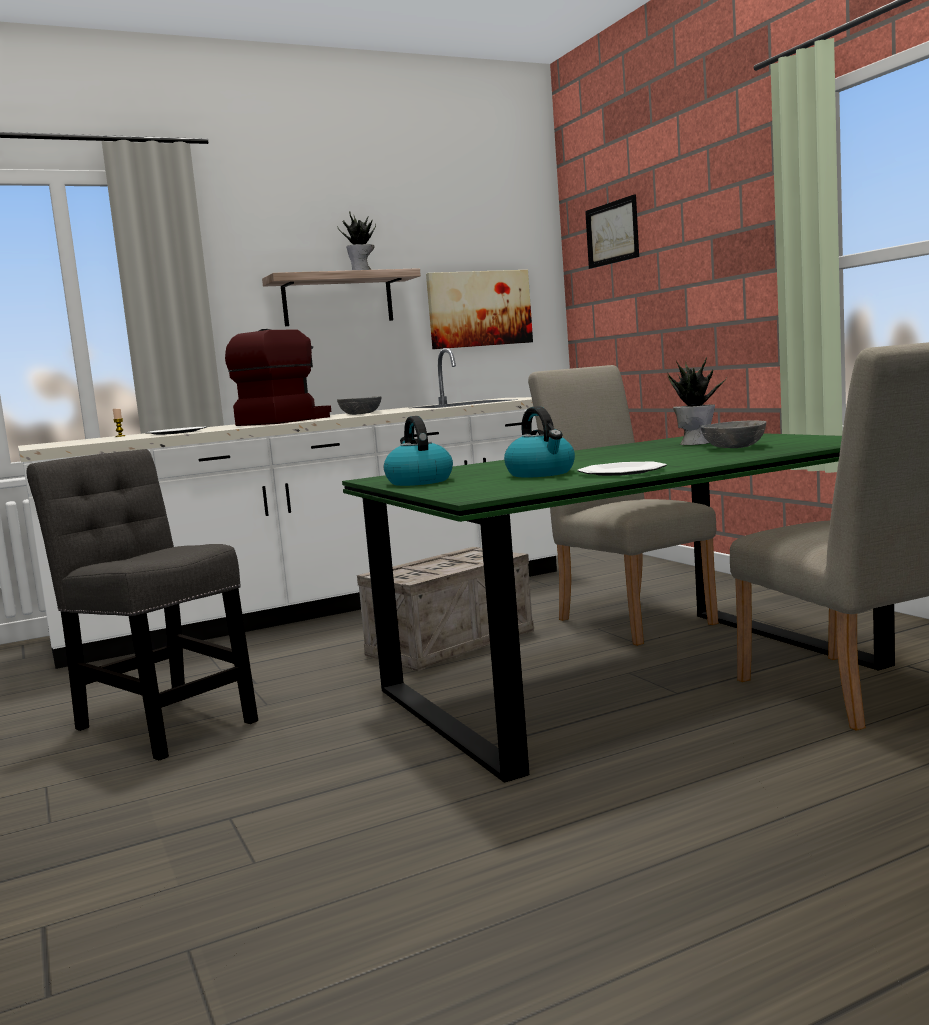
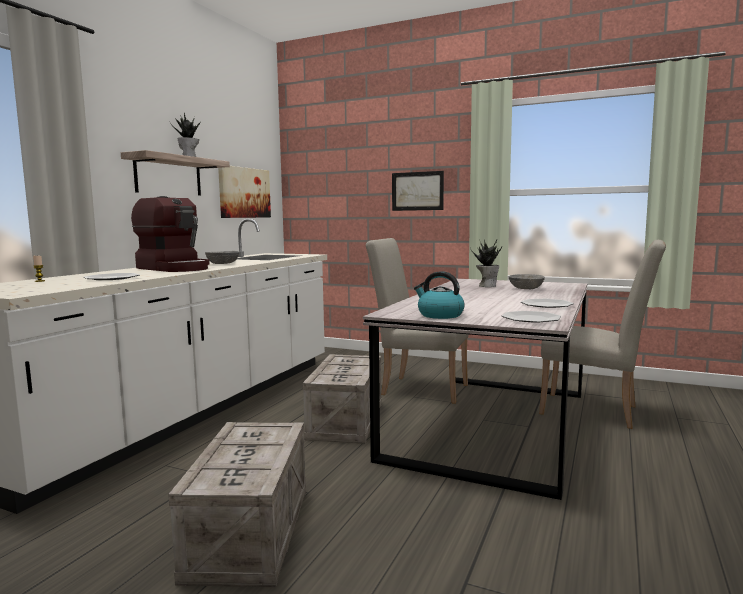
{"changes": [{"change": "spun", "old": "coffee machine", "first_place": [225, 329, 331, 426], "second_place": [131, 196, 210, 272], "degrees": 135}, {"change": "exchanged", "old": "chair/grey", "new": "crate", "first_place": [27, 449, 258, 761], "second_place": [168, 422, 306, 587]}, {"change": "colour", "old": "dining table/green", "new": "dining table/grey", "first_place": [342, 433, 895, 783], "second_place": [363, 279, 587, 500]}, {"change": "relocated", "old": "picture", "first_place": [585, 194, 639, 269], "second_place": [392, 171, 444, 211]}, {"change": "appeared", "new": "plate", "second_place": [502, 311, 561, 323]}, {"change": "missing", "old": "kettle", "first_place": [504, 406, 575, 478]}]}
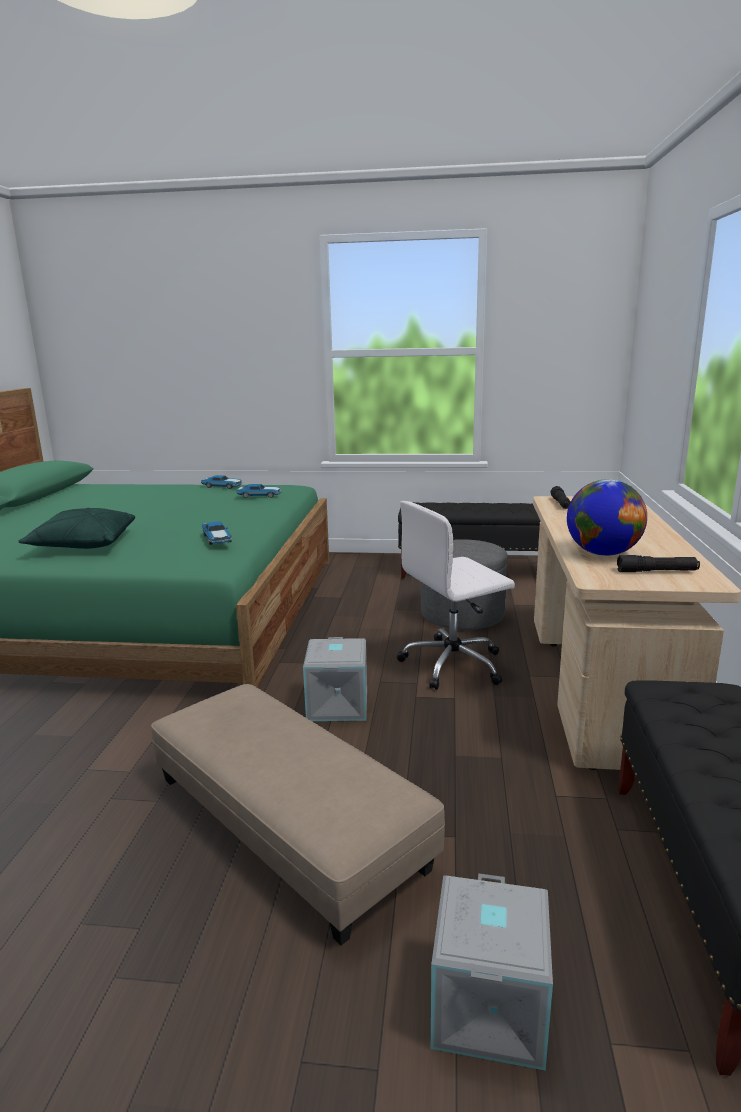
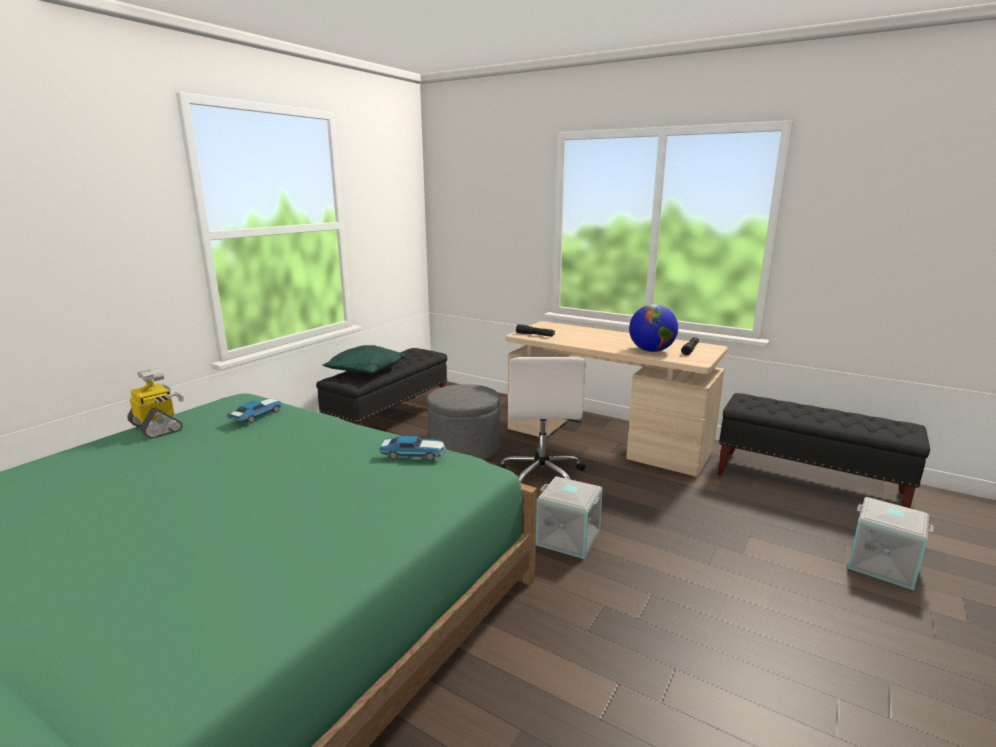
{"changes": [{"change": "exchanged", "old": "toy car", "new": "toy robot", "first_place": [201, 475, 243, 489], "second_place": [127, 368, 184, 438]}, {"change": "relocated", "old": "pillow/green", "first_place": [18, 508, 135, 549], "second_place": [322, 345, 407, 374]}, {"change": "missing", "old": "ottoman/beige", "first_place": [151, 684, 445, 945]}]}
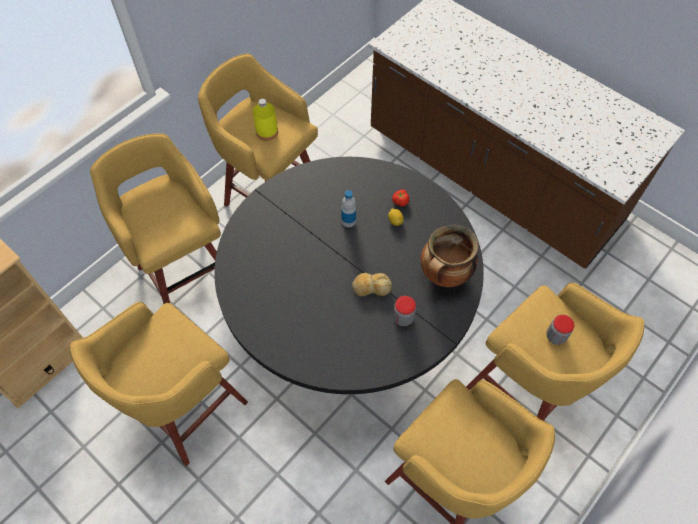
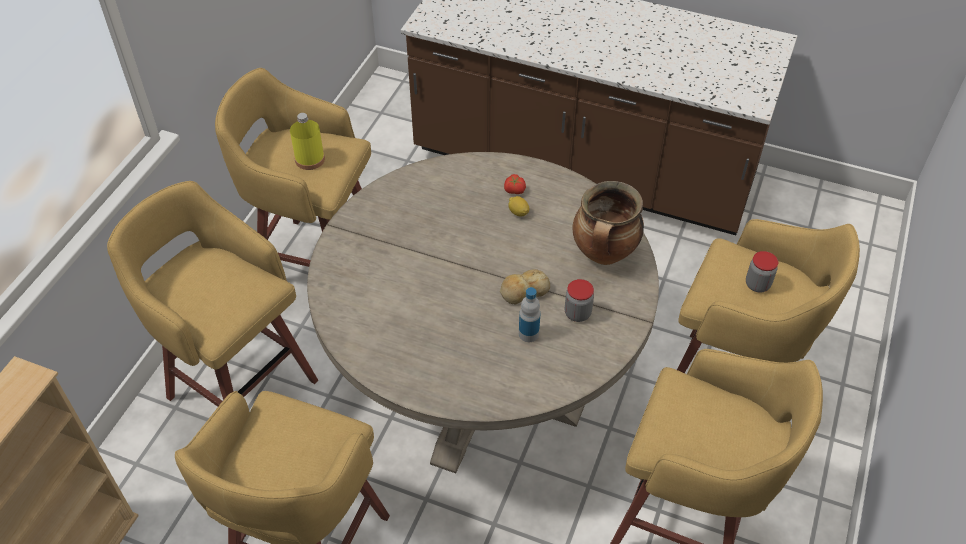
{"changes": [{"change": "colour", "old": "dining table/black", "new": "dining table/beige", "first_place": [214, 157, 484, 394], "second_place": [307, 152, 659, 473]}, {"change": "relocated", "old": "bottle", "first_place": [341, 190, 356, 227], "second_place": [519, 287, 540, 342]}]}
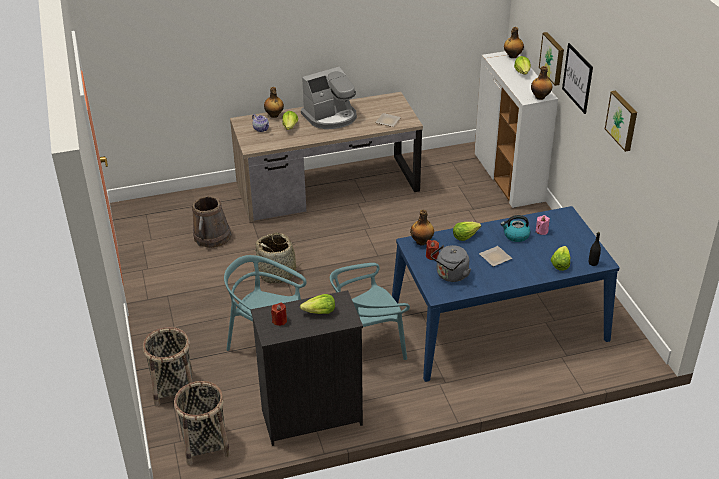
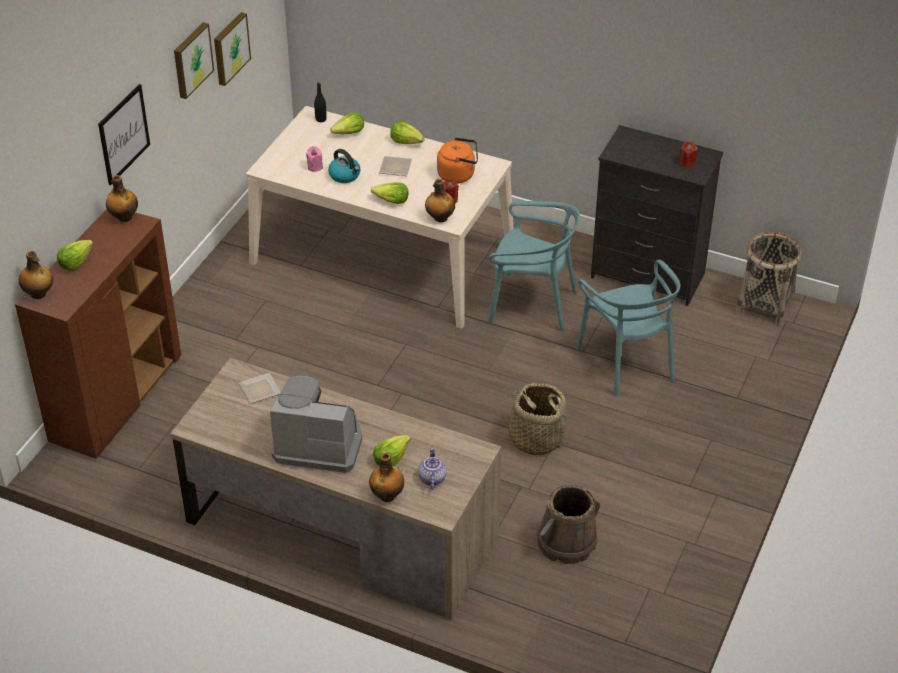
{"changes": [{"change": "colour", "old": "cabinet/white", "new": "cabinet/brown", "first_place": [474, 51, 558, 208], "second_place": [15, 209, 181, 459]}, {"change": "relocated", "old": "picture", "first_place": [539, 32, 564, 86], "second_place": [214, 12, 251, 86]}, {"change": "colour", "old": "dining table/blue", "new": "dining table/beige", "first_place": [392, 206, 620, 382], "second_place": [246, 106, 513, 328]}, {"change": "relocated", "old": "lettuce", "first_place": [300, 294, 335, 314], "second_place": [390, 121, 425, 144]}, {"change": "colour", "old": "kettle/grey", "new": "kettle/orange", "first_place": [431, 245, 471, 282], "second_place": [437, 137, 478, 184]}, {"change": "missing", "old": "basket", "first_place": [143, 327, 193, 407]}]}
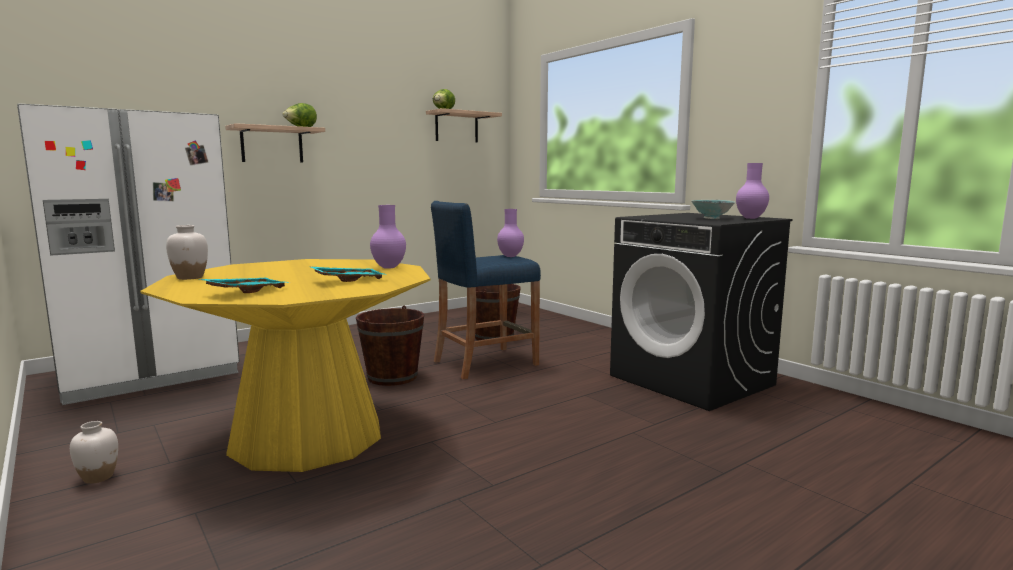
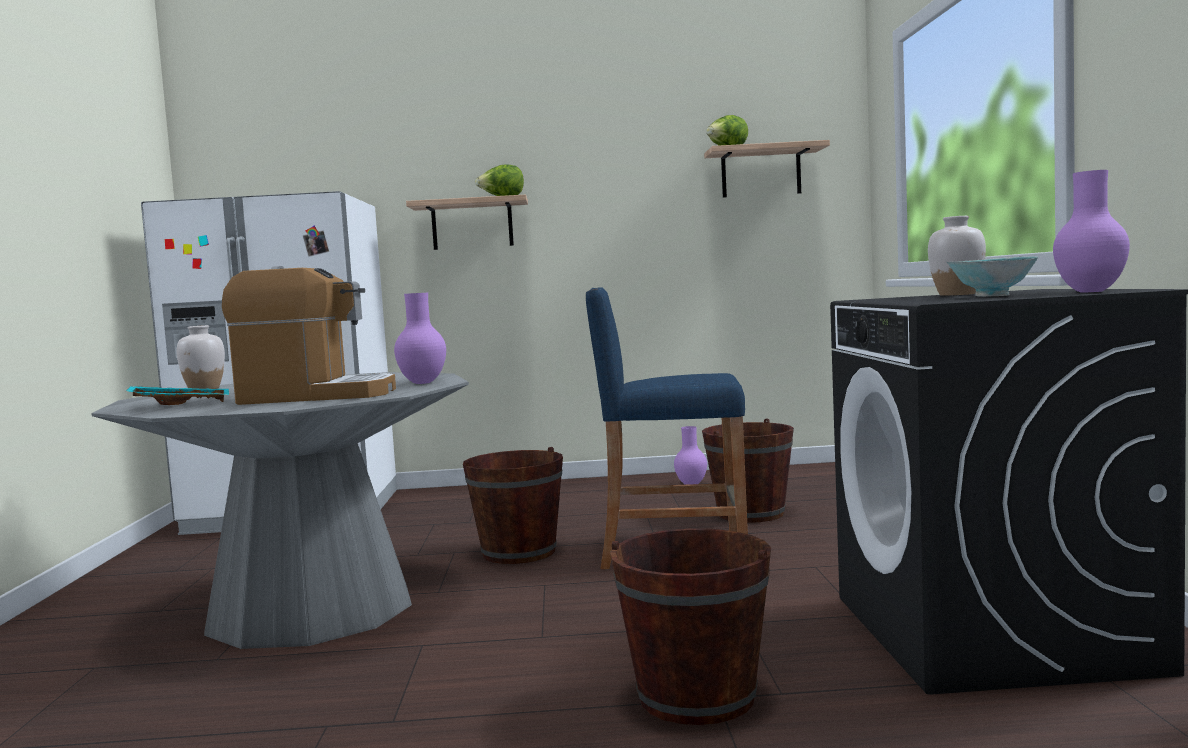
{"changes": [{"change": "colour", "old": "dining table/yellow", "new": "dining table/grey", "first_place": [140, 259, 430, 472], "second_place": [91, 372, 469, 649]}, {"change": "exchanged", "old": "tray/turquoise", "new": "coffee machine", "first_place": [309, 266, 387, 282], "second_place": [222, 266, 396, 405]}, {"change": "appeared", "new": "bucket/brown", "second_place": [610, 529, 771, 725]}, {"change": "relocated", "old": "vase/purple", "first_place": [497, 209, 524, 257], "second_place": [674, 426, 707, 485]}, {"change": "relocated", "old": "vase/white", "first_place": [70, 421, 118, 484], "second_place": [928, 216, 986, 296]}]}
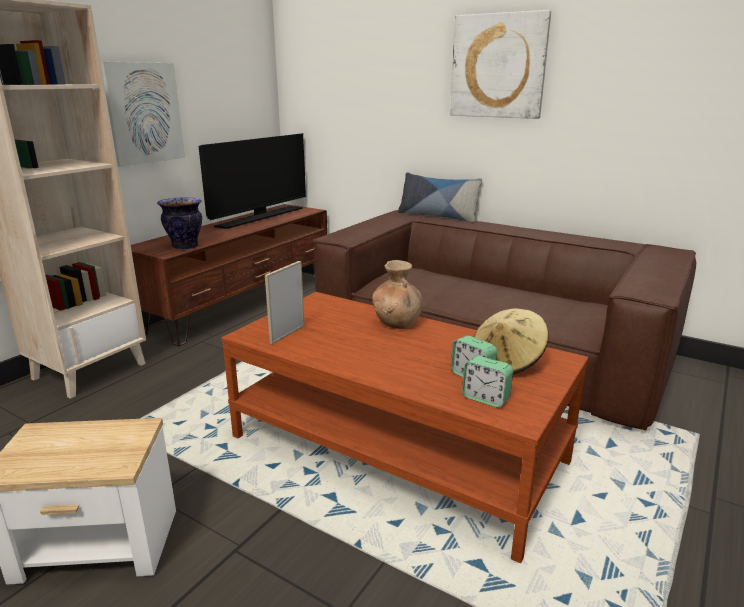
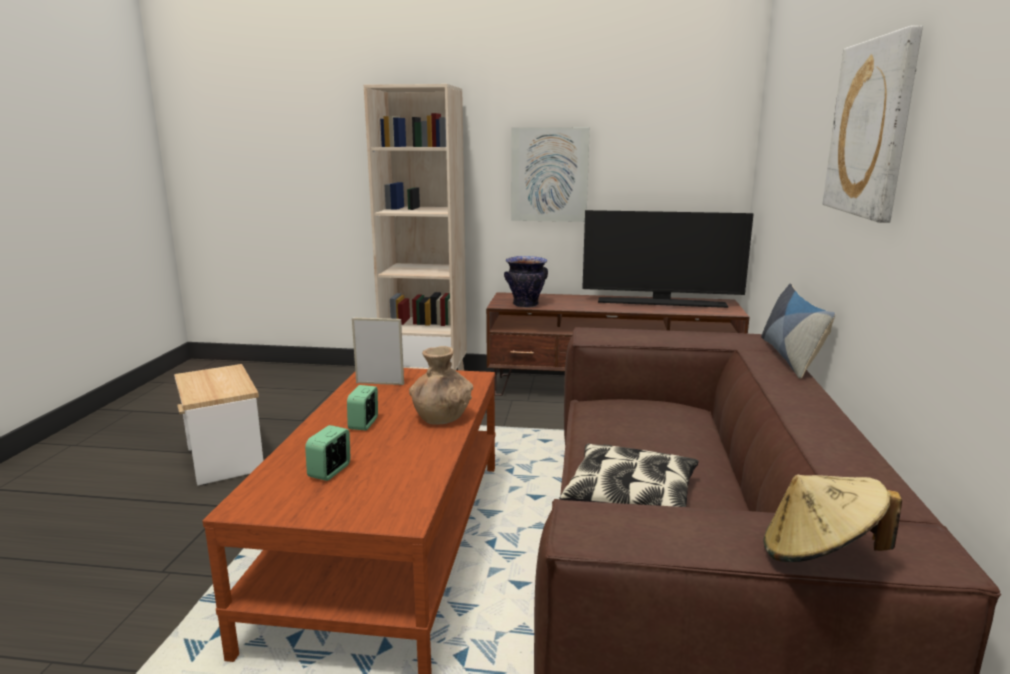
{"changes": [{"change": "relocated", "old": "alarm clock", "first_place": [462, 356, 513, 407], "second_place": [347, 385, 378, 431]}, {"change": "appeared", "new": "pillow", "second_place": [559, 444, 698, 507]}, {"change": "relocated", "old": "hat/beige", "first_place": [474, 309, 549, 374], "second_place": [763, 474, 902, 562]}]}
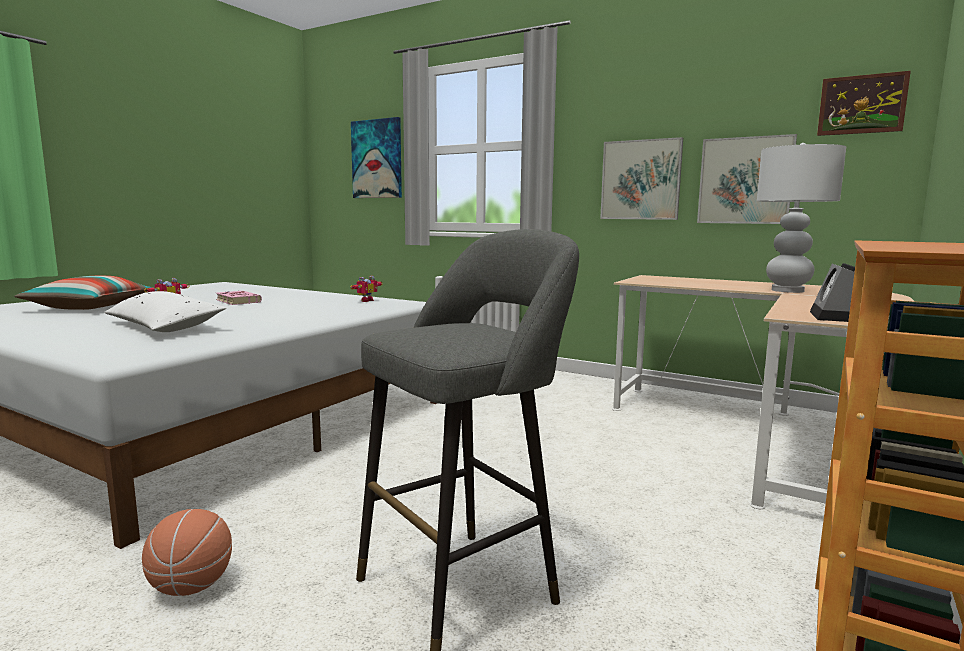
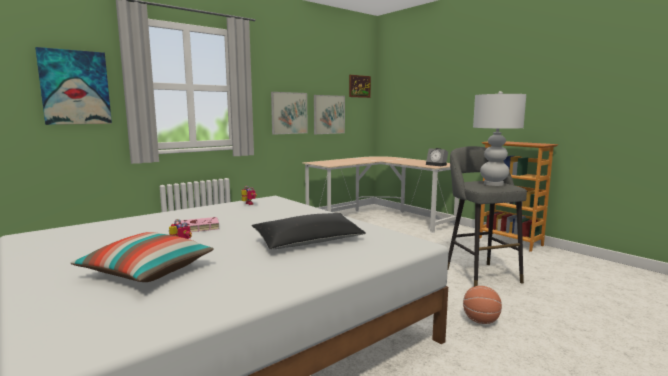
{"changes": [{"change": "colour", "old": "pillow/white", "new": "pillow/black", "first_place": [104, 291, 226, 332], "second_place": [252, 213, 366, 250]}, {"change": "relocated", "old": "table lamp/white", "first_place": [757, 143, 846, 293], "second_place": [473, 91, 526, 186]}]}
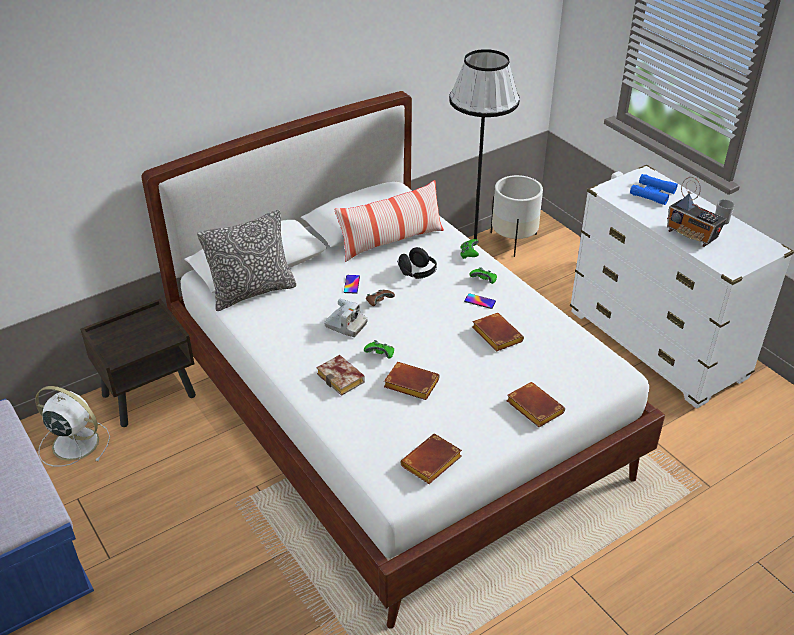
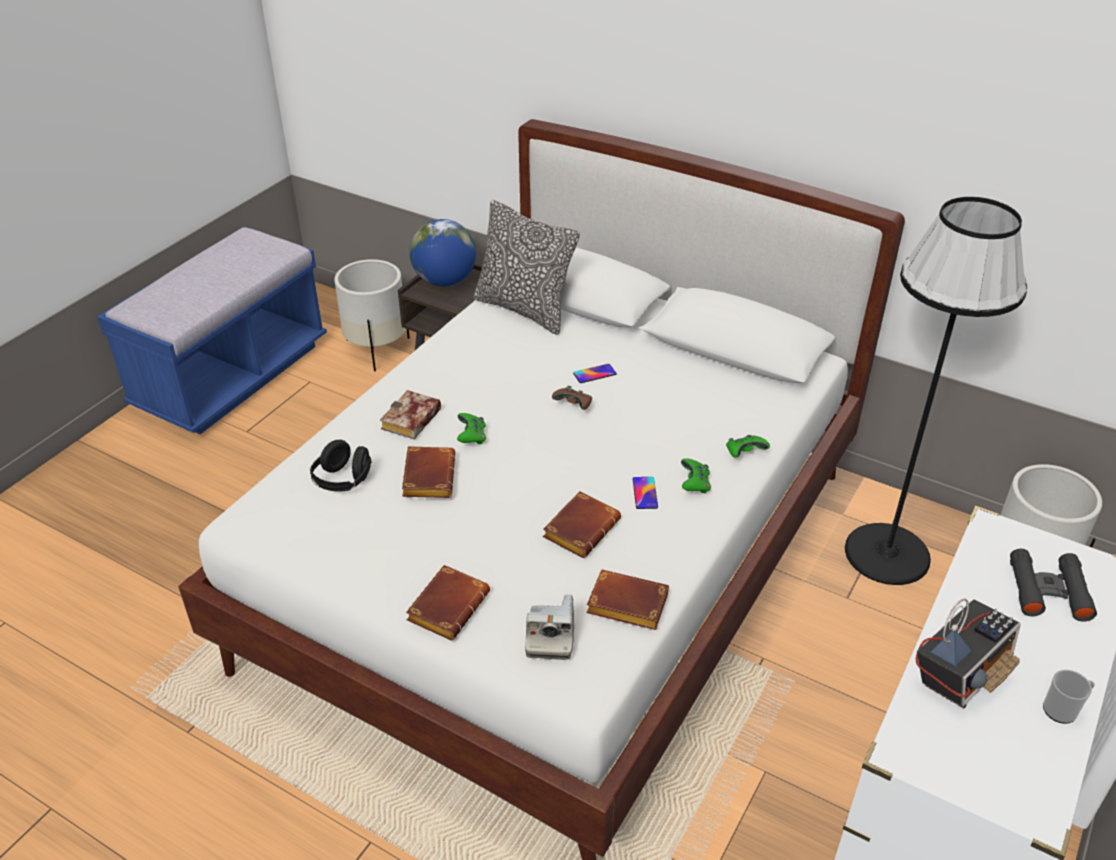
{"changes": [{"change": "relocated", "old": "headphones/black", "first_place": [397, 247, 437, 279], "second_place": [310, 440, 371, 491]}, {"change": "exchanged", "old": "fan/white", "new": "planter/white", "first_place": [35, 386, 110, 466], "second_place": [334, 259, 410, 371]}, {"change": "appeared", "new": "globe", "second_place": [409, 219, 476, 286]}, {"change": "relocated", "old": "photo camera", "first_place": [324, 299, 368, 337], "second_place": [525, 594, 574, 660]}, {"change": "relocated", "old": "book/brown", "first_place": [400, 434, 462, 484], "second_place": [586, 570, 669, 630]}, {"change": "spun", "old": "radio", "first_place": [667, 177, 726, 247], "second_place": [916, 599, 1021, 708], "degrees": -150}, {"change": "colour", "old": "binoculars/blue", "new": "binoculars/black", "first_place": [630, 174, 678, 205], "second_place": [1010, 549, 1097, 622]}, {"change": "missing", "old": "pillow", "first_place": [334, 180, 444, 262]}]}
